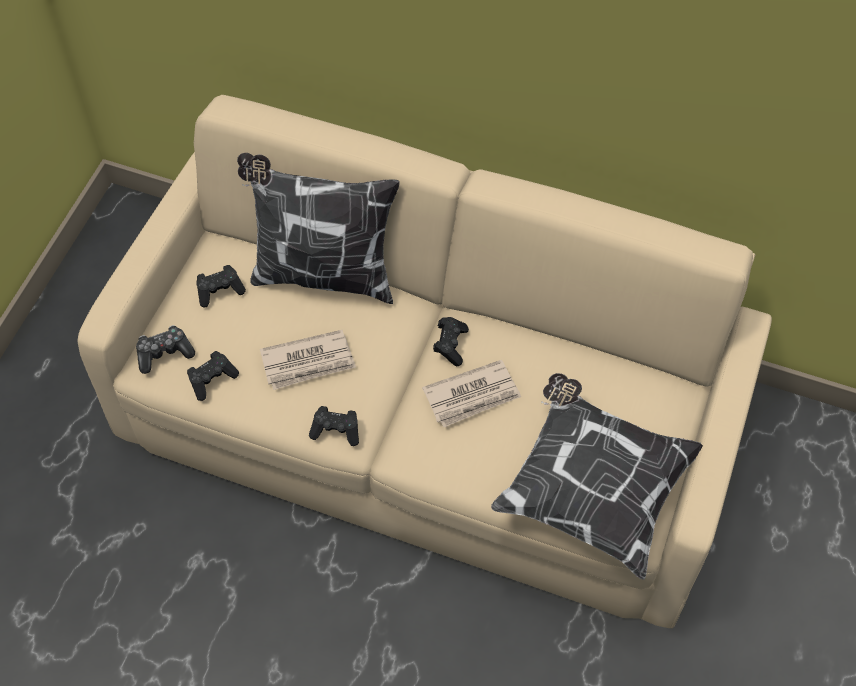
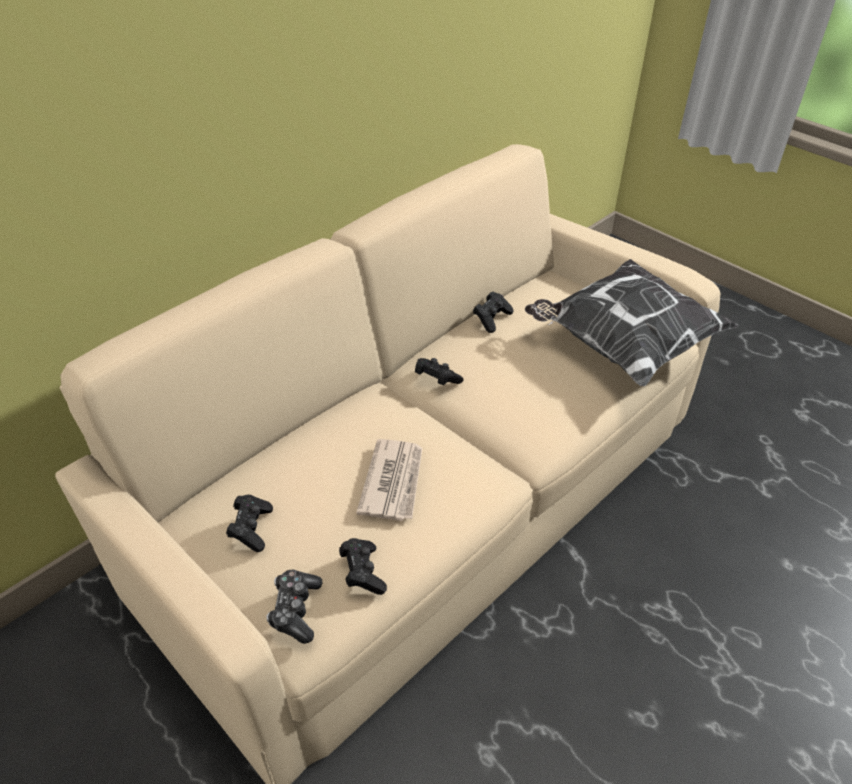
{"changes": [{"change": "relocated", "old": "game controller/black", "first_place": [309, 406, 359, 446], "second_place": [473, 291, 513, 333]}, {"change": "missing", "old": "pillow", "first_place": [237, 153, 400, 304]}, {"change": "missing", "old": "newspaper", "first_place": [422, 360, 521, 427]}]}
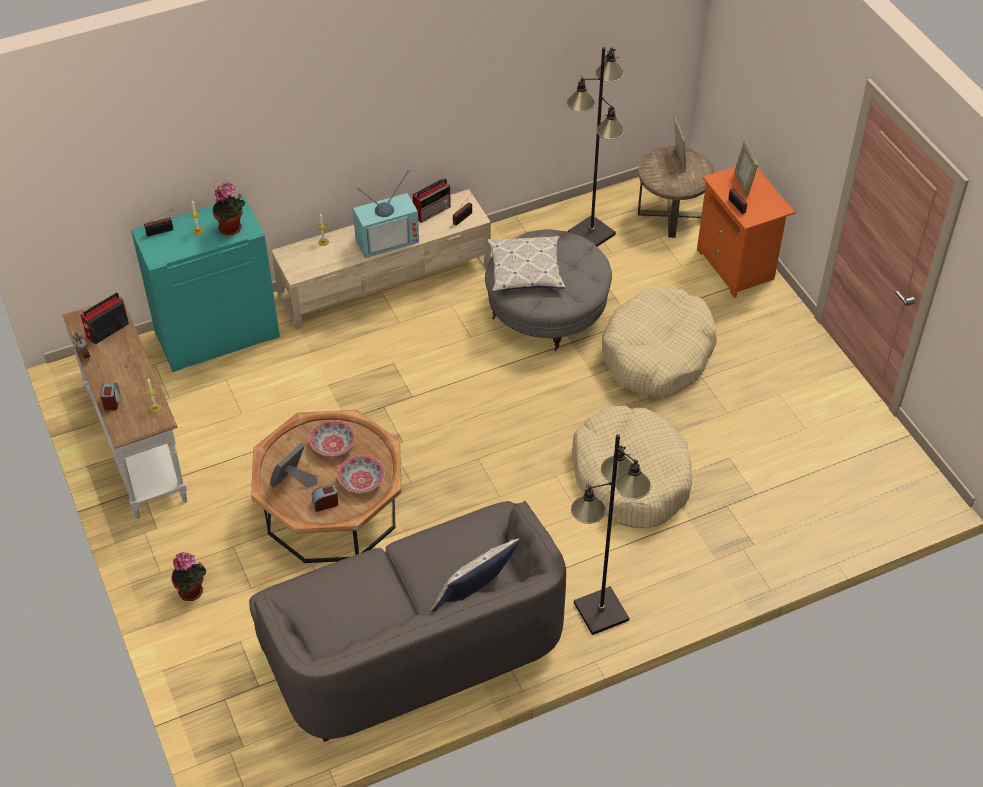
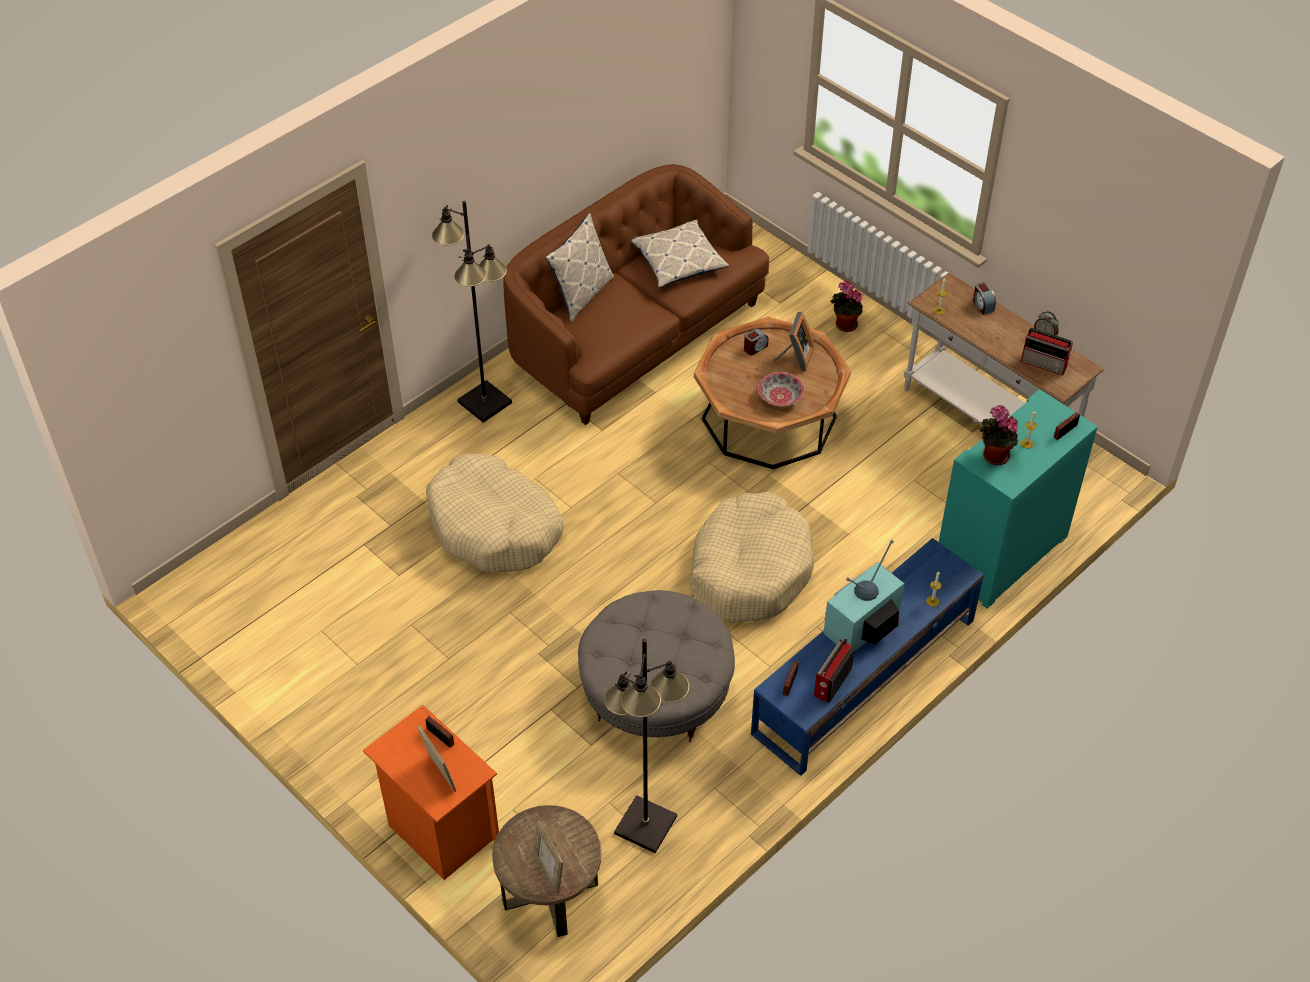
{"changes": [{"change": "colour", "old": "sofa/grey", "new": "sofa/brown", "first_place": [249, 501, 566, 742], "second_place": [503, 164, 769, 425]}, {"change": "relocated", "old": "pillow", "first_place": [487, 236, 566, 292], "second_place": [631, 219, 729, 288]}, {"change": "relocated", "old": "dog bed/beige", "first_place": [602, 286, 717, 397], "second_place": [690, 492, 814, 623]}, {"change": "colour", "old": "tv stand/beige", "new": "tv stand/blue", "first_place": [271, 189, 491, 330], "second_place": [751, 538, 984, 776]}, {"change": "spun", "old": "radio", "first_place": [80, 292, 129, 344], "second_place": [1021, 328, 1073, 375], "degrees": 90}, {"change": "missing", "old": "bowl", "first_place": [338, 455, 385, 493]}]}
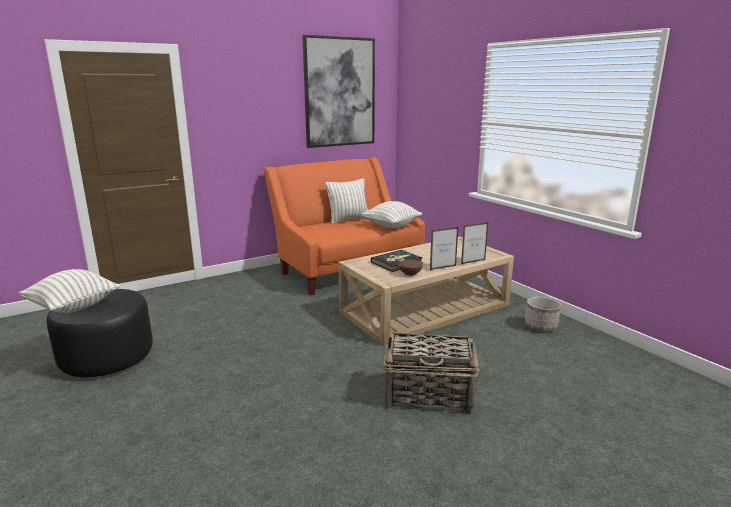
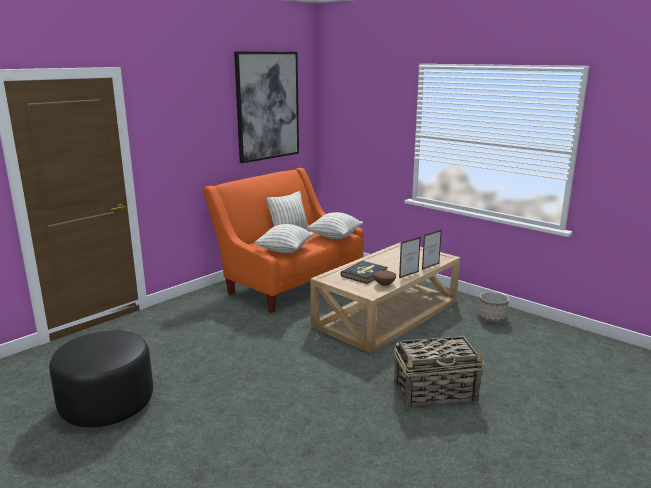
{"changes": [{"change": "relocated", "old": "pillow", "first_place": [18, 269, 120, 313], "second_place": [254, 224, 313, 253]}]}
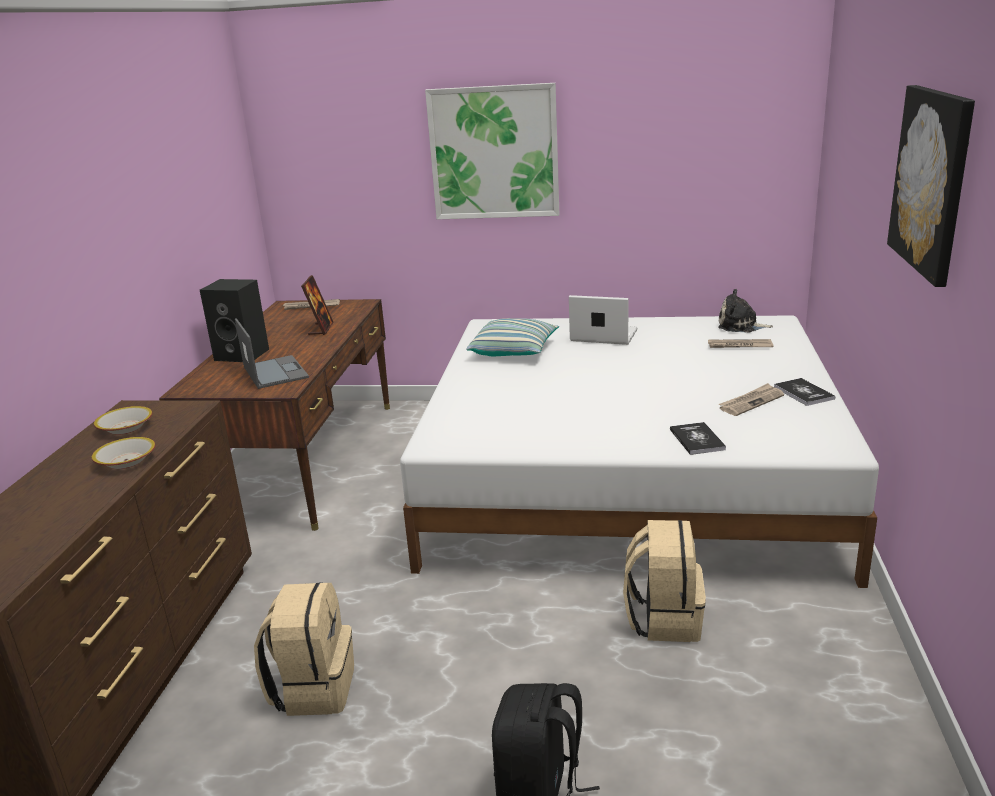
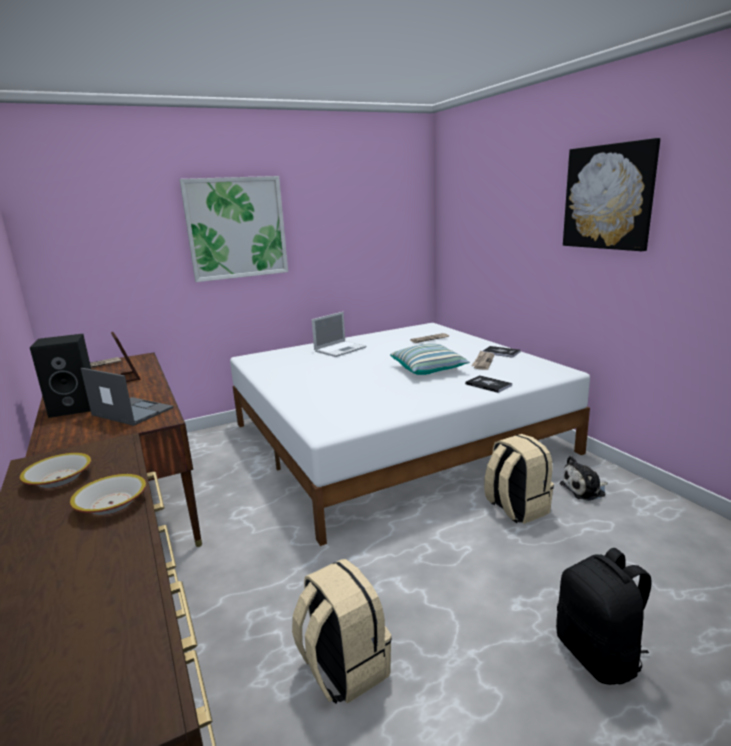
{"changes": [{"change": "spun", "old": "laptop", "first_place": [569, 295, 637, 345], "second_place": [312, 312, 366, 357], "degrees": 150}, {"change": "relocated", "old": "pillow", "first_place": [466, 318, 559, 356], "second_place": [390, 343, 470, 375]}, {"change": "relocated", "old": "plush toy", "first_place": [718, 289, 773, 333], "second_place": [560, 456, 608, 501]}]}
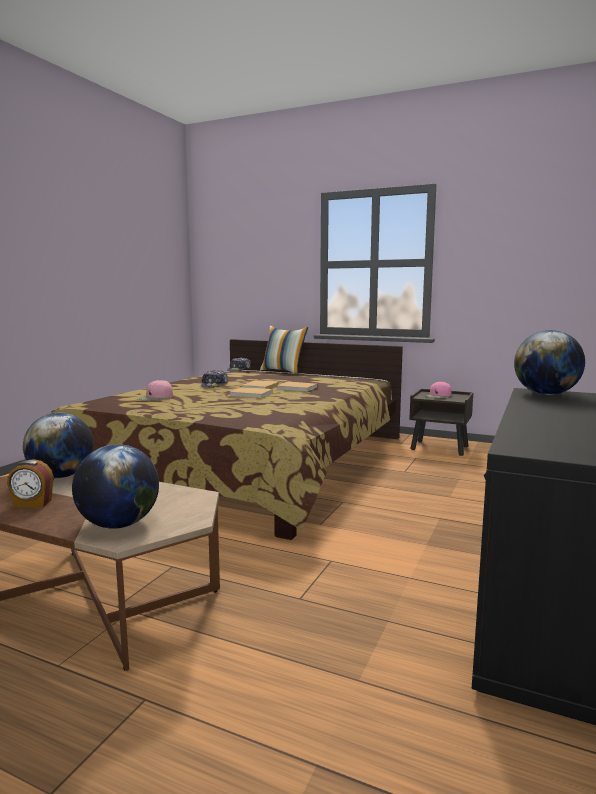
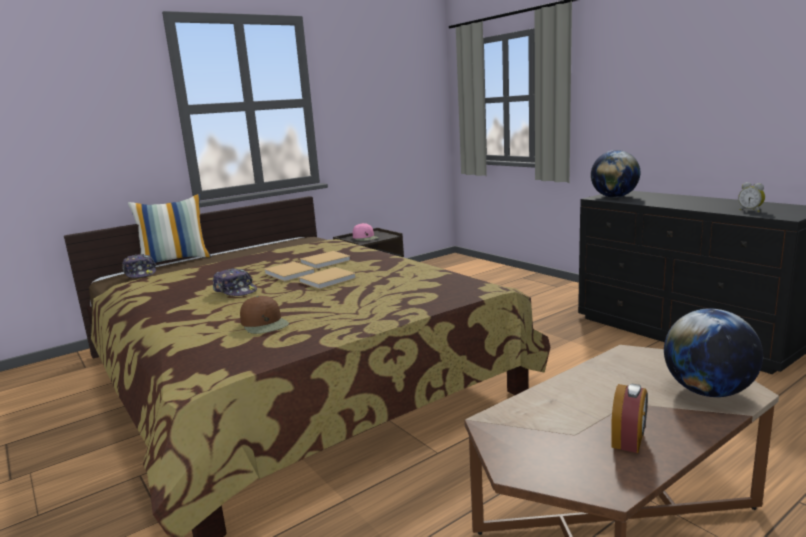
{"changes": [{"change": "colour", "old": "cap/pink", "new": "cap/brown", "first_place": [137, 380, 173, 401], "second_place": [240, 296, 289, 334]}, {"change": "appeared", "new": "alarm clock", "second_place": [738, 182, 765, 212]}, {"change": "missing", "old": "globe", "first_place": [23, 412, 94, 478]}]}
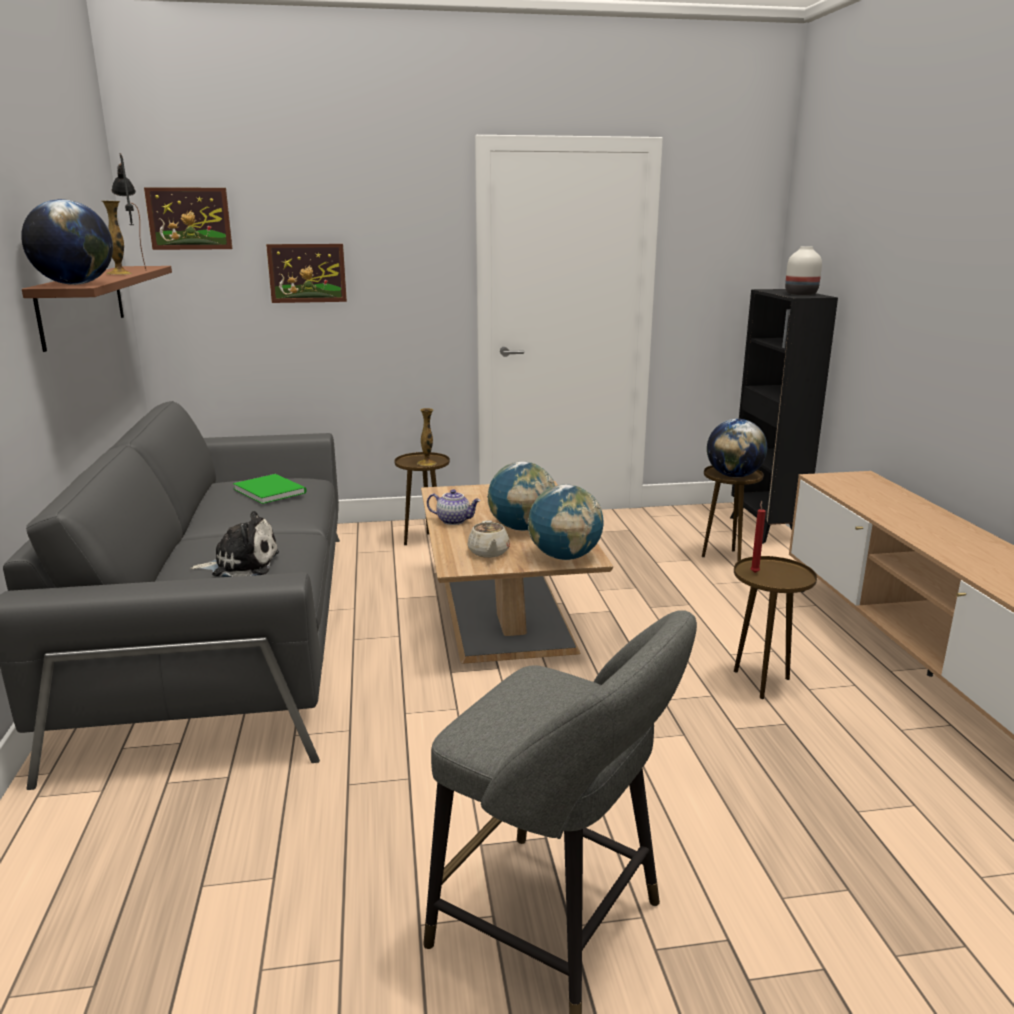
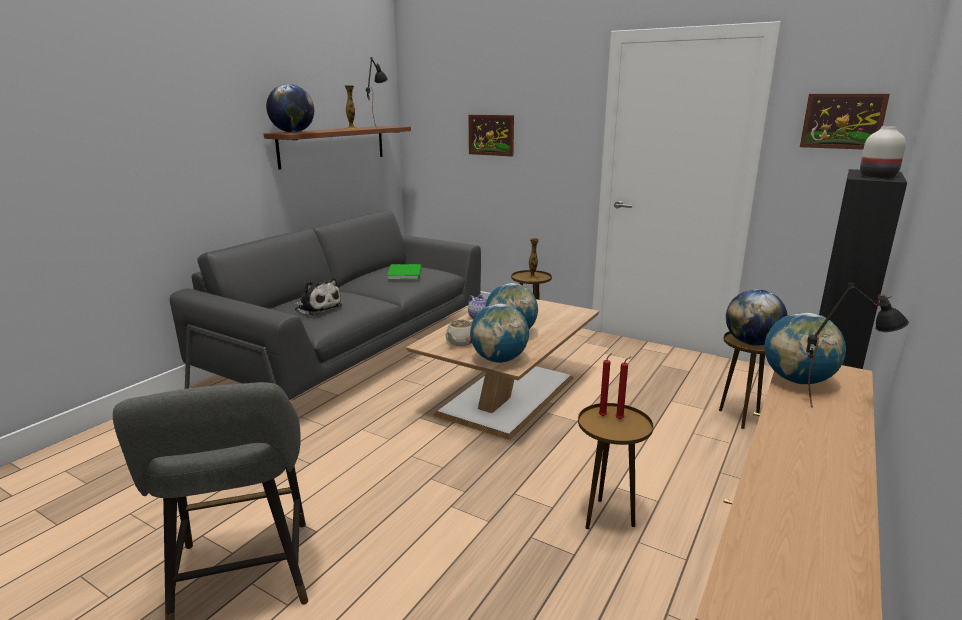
{"changes": [{"change": "appeared", "new": "candle/red", "second_place": [616, 356, 631, 420]}, {"change": "appeared", "new": "globe", "second_place": [764, 312, 846, 384]}, {"change": "relocated", "old": "picture", "first_place": [144, 187, 232, 250], "second_place": [800, 94, 890, 150]}, {"change": "appeared", "new": "table lamp/black", "second_place": [806, 283, 909, 408]}]}
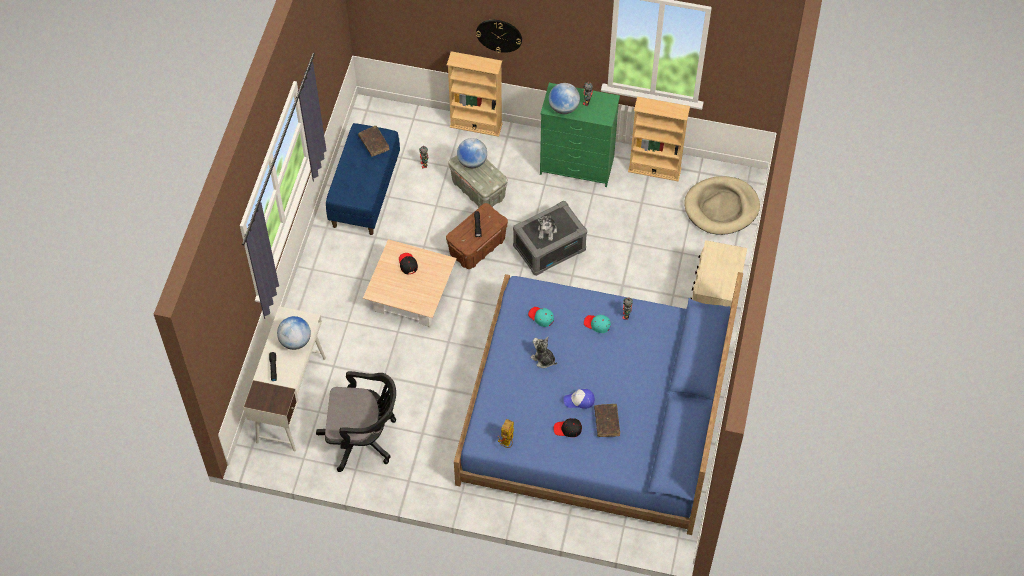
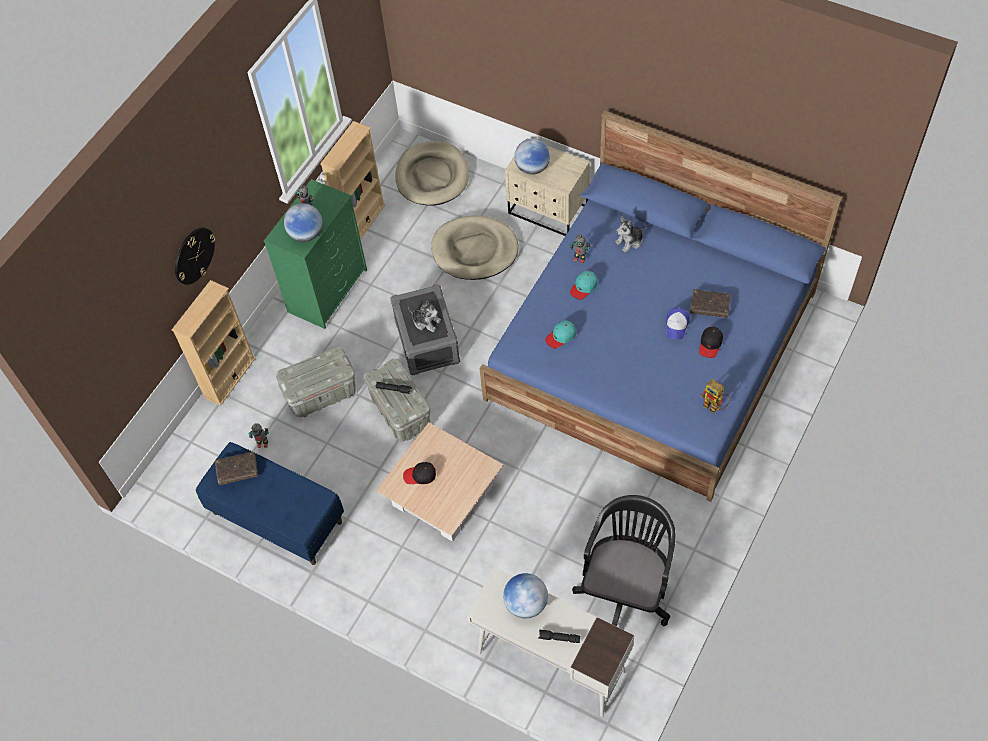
{"changes": [{"change": "colour", "old": "storage box/brown", "new": "storage box/grey", "first_place": [446, 203, 508, 269], "second_place": [364, 358, 430, 442]}, {"change": "appeared", "new": "dog bed/beige", "second_place": [431, 215, 518, 280]}, {"change": "relocated", "old": "globe", "first_place": [457, 138, 487, 169], "second_place": [514, 139, 550, 175]}, {"change": "relocated", "old": "plush toy", "first_place": [530, 337, 557, 368], "second_place": [615, 216, 646, 252]}]}
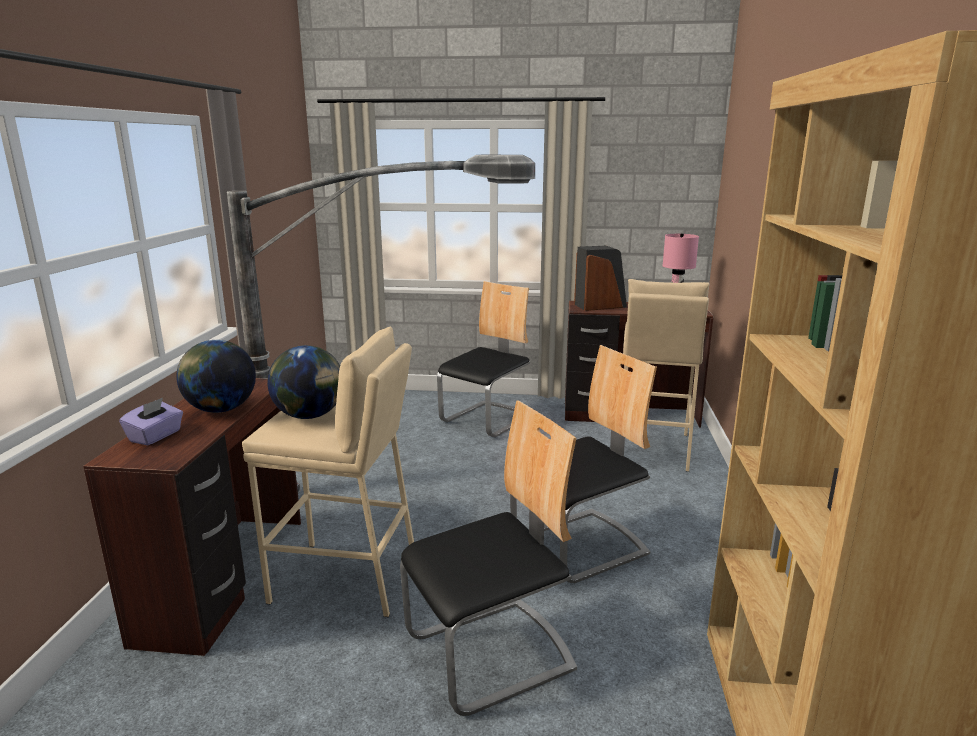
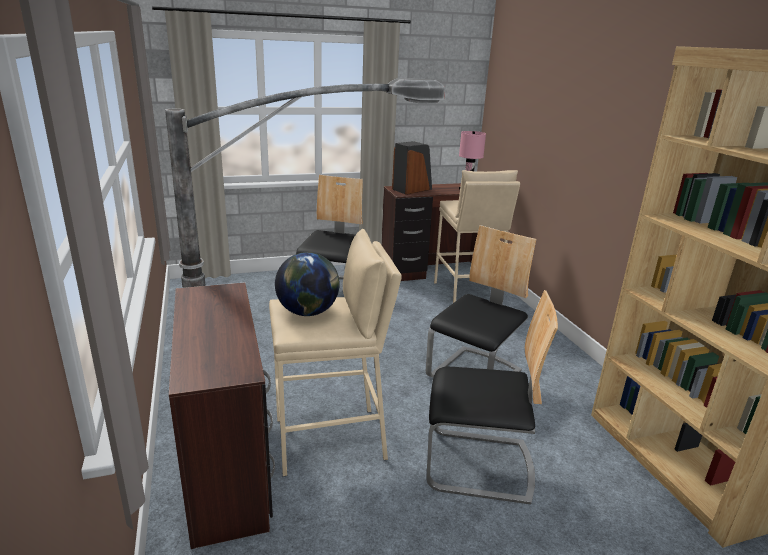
{"changes": [{"change": "spun", "old": "chair", "first_place": [400, 400, 577, 716], "second_place": [426, 290, 558, 505], "degrees": 60}, {"change": "missing", "old": "tissue box/purple", "first_place": [119, 398, 183, 446]}, {"change": "missing", "old": "globe", "first_place": [176, 340, 256, 413]}]}
